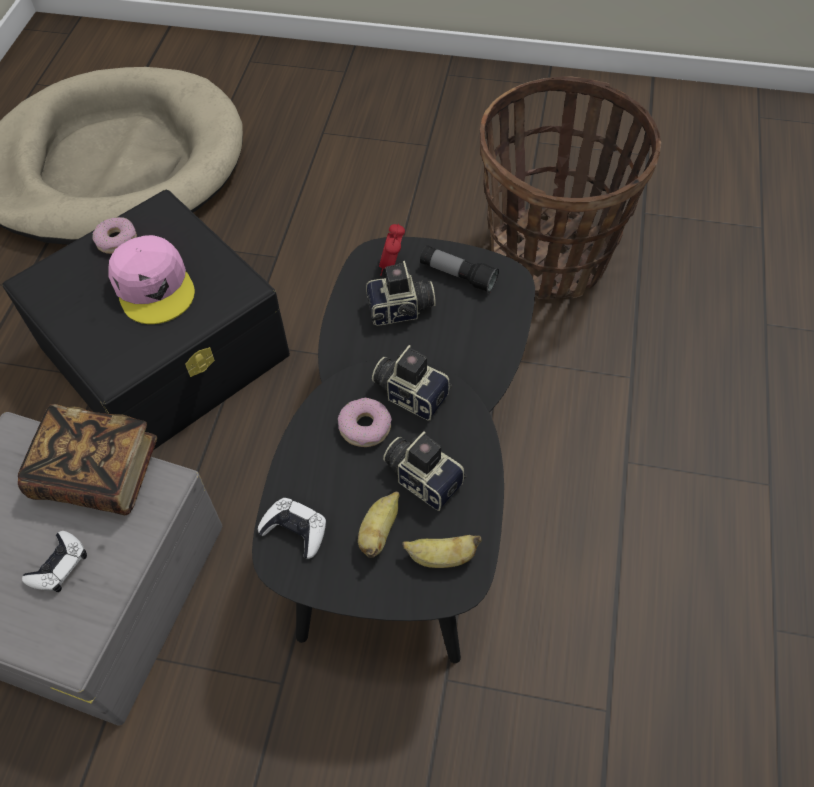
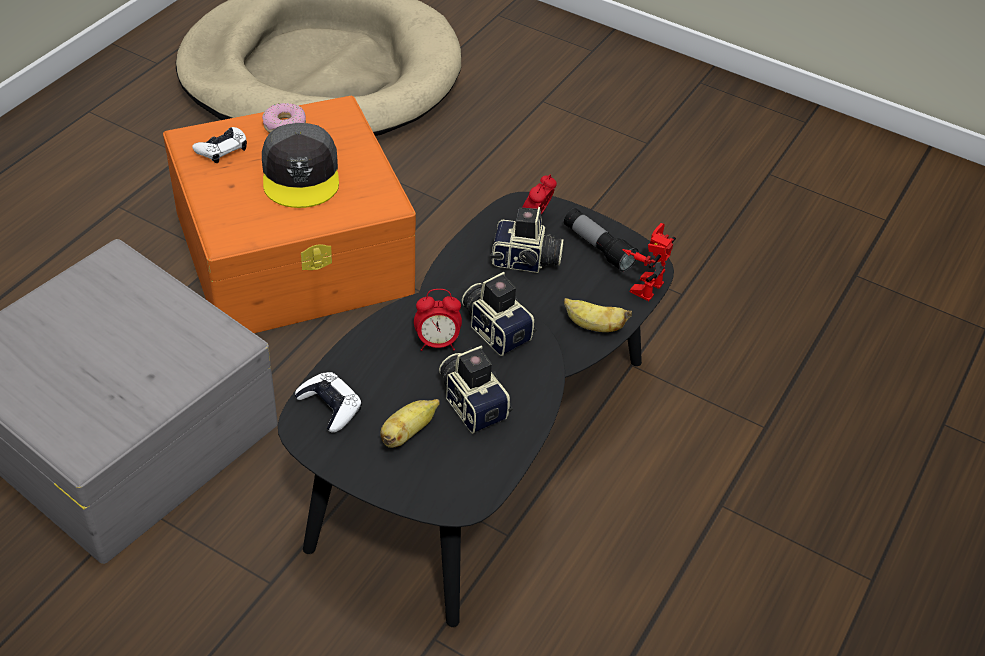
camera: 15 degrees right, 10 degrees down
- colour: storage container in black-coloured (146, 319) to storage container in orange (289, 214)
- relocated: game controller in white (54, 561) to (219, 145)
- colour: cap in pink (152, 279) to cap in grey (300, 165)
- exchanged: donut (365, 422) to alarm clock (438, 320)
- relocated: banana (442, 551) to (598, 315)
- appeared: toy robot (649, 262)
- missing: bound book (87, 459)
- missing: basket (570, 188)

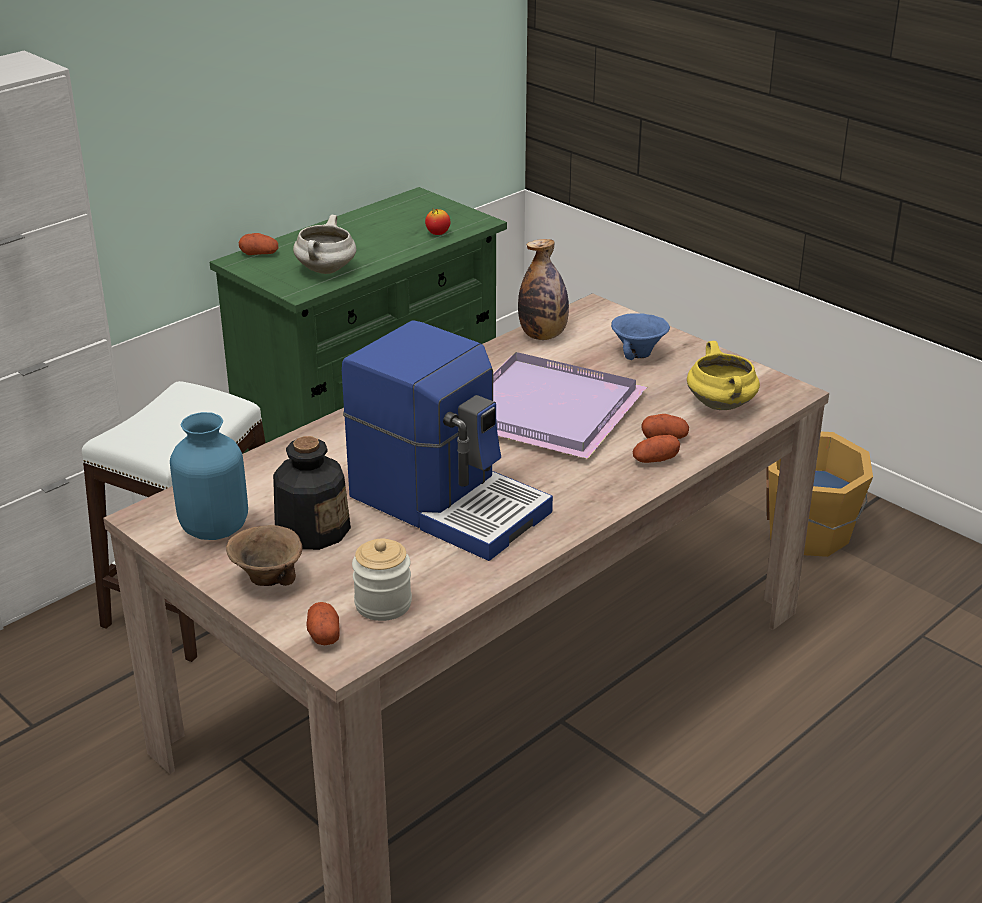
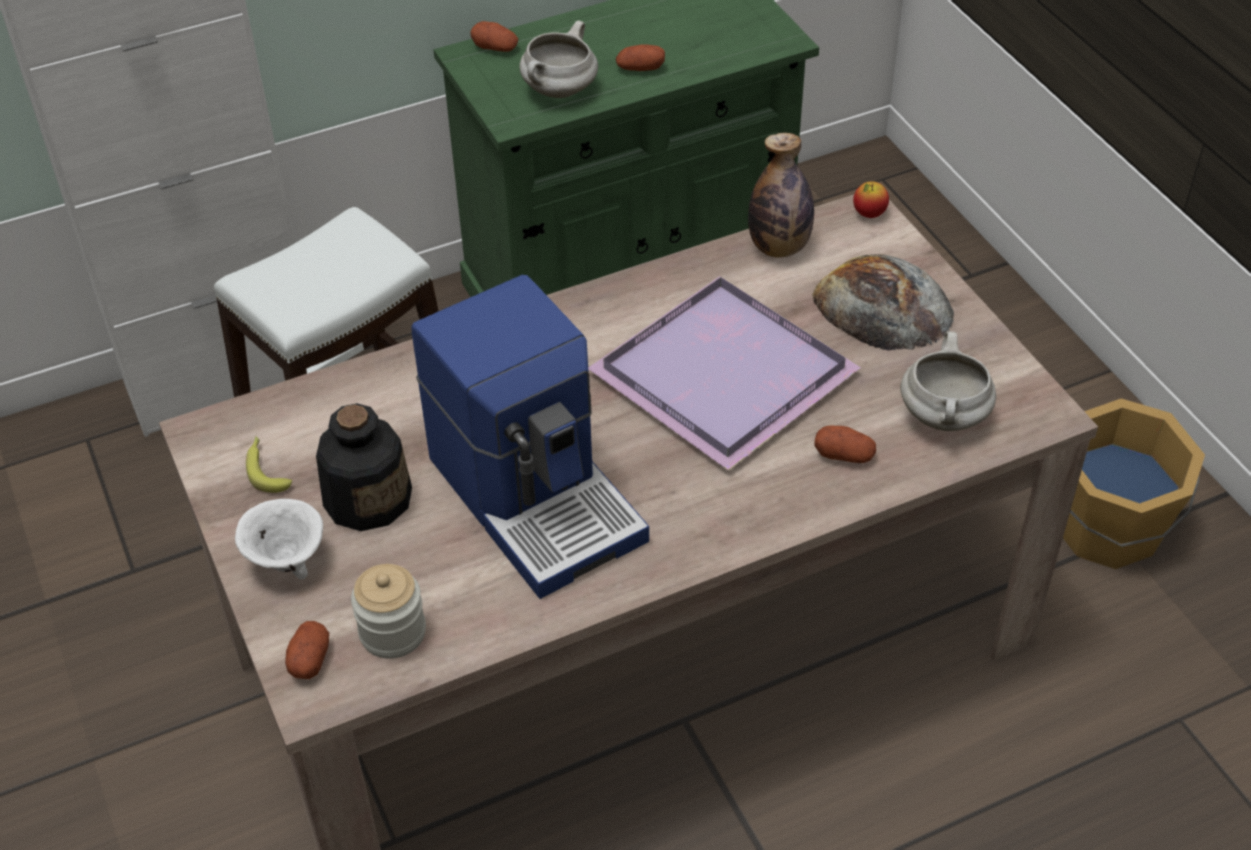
camera: 20 degrees right, 15 degrees up
- colour: serving bowl in brown-coloured (264, 555) to serving bowl in white (279, 539)
- exchanged: flower vase in bluish (209, 476) to banana (269, 464)
- relocated: potato (656, 449) to (640, 57)
- exchanged: serving bowl in bluish (640, 336) to baked bread (883, 302)
- relocated: apple (437, 221) to (871, 199)
- colour: saucepot in yellow-coloured (723, 375) to saucepot in white (948, 381)

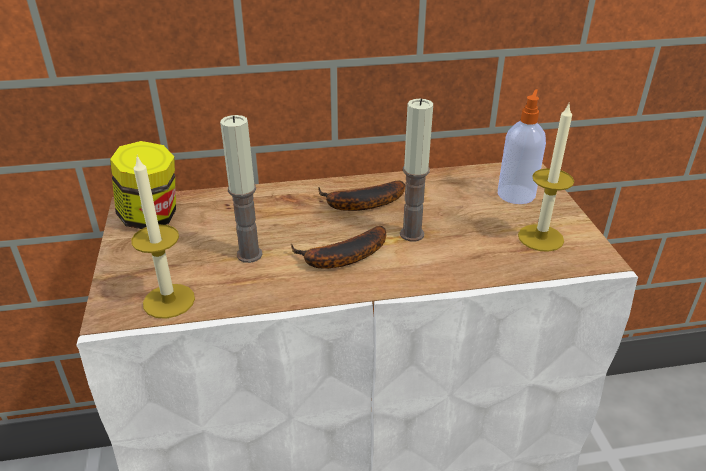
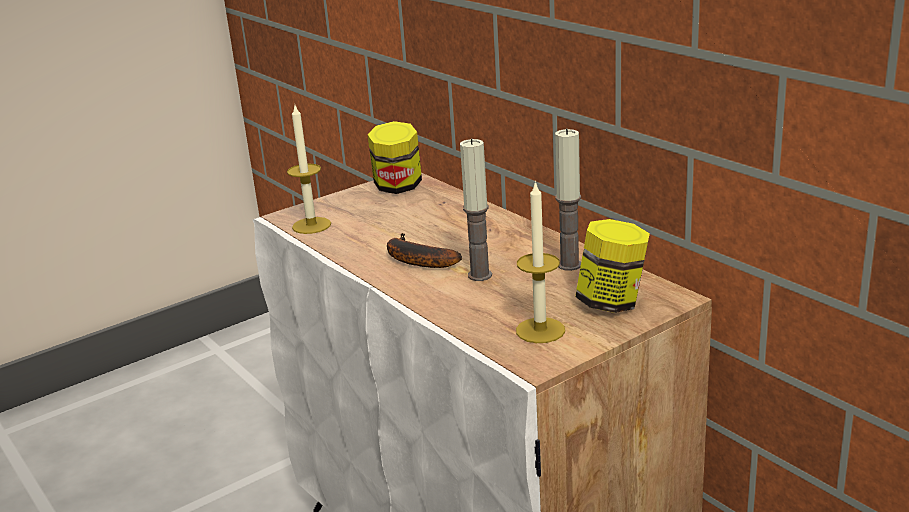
camera: 65 degrees right, 10 degrees down
- relocated: wax light (241, 189) to (568, 199)
- exchanged: liquid soap bottle (522, 146) to jar (612, 266)
- missing: banana (361, 196)

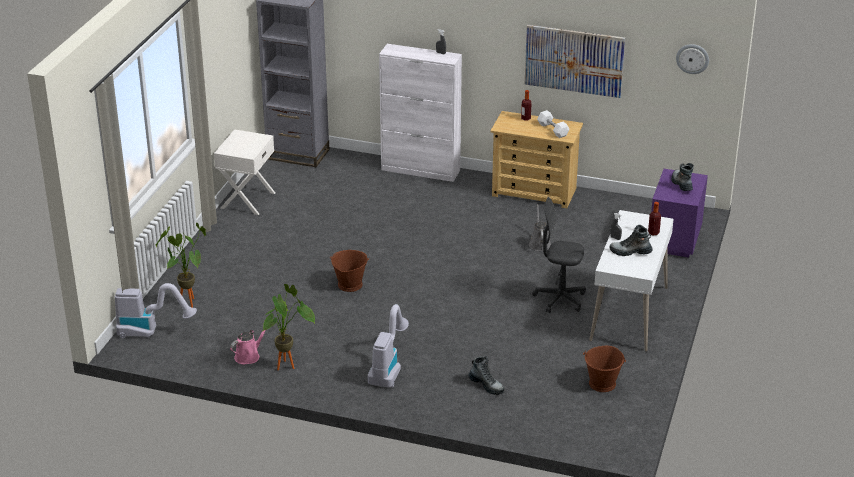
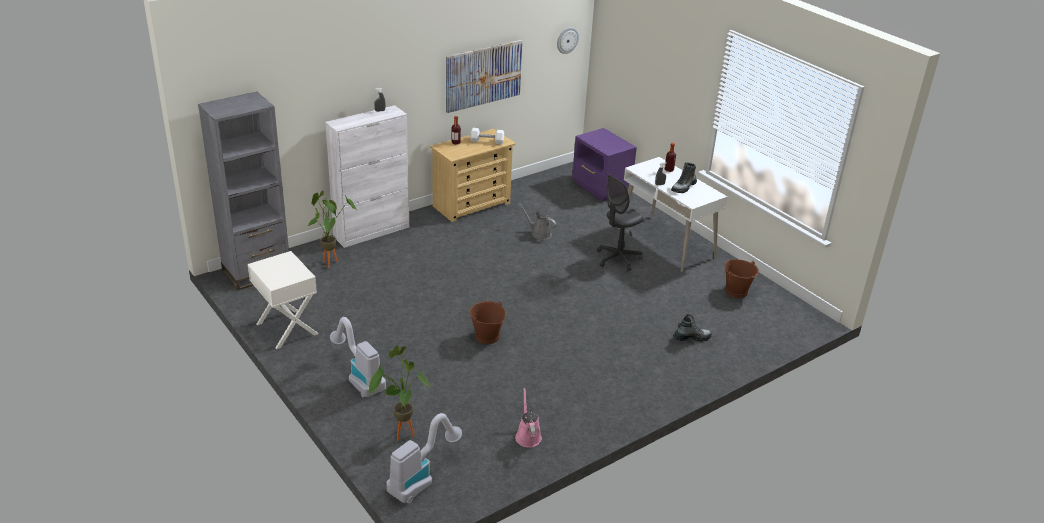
camera: 55 degrees left, 0 degrees up
- relocated: houseplant (289, 327) to (332, 229)
- relocated: vacuum (388, 346) to (358, 357)
- missing: boot (682, 177)

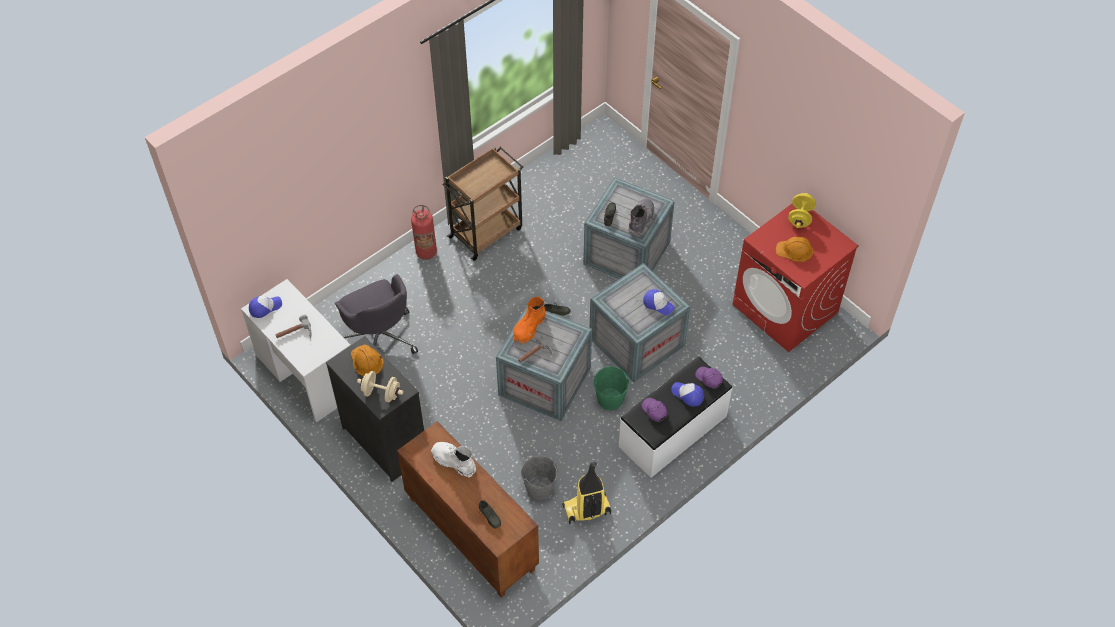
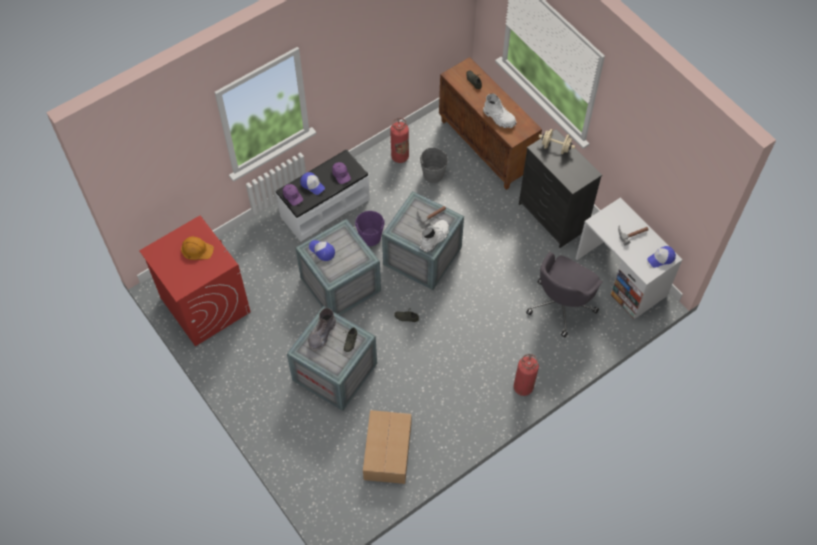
camera: 175 degrees left, 5 degrees up
- colour: water bucket in greenish (611, 388) to water bucket in purple-coloured (370, 228)
- appeared: cardboard box (387, 447)
- exchanged: vacuum (586, 493) to extinguisher (399, 140)
- colour: boot in orange (529, 321) to boot in white (434, 236)
- spun: desk chair in grey (376, 314) = (564, 294) 120 degrees counterclockwise
- missing: hard hat in orange (367, 360)
- missing: wheeled cart in brown-coloured (482, 204)
- missing: dumbbell in yellow-coloured (802, 210)

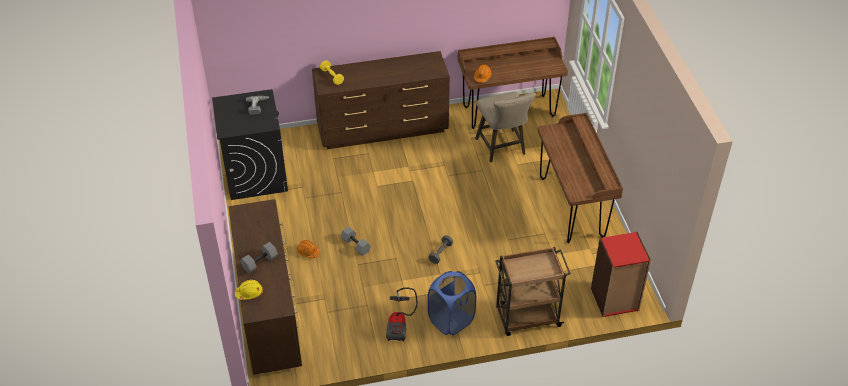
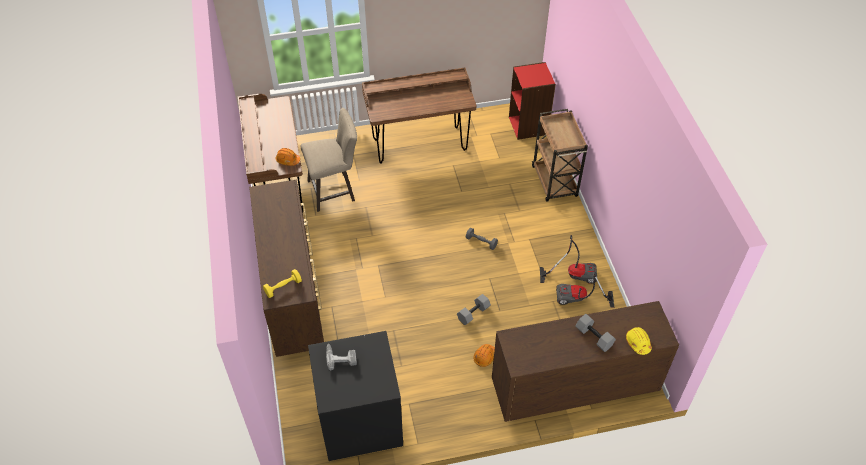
camera: 90 degrees left, 5 degrees up
- appeared: vacuum (585, 291)
- missing: washing basket in bluish (452, 303)

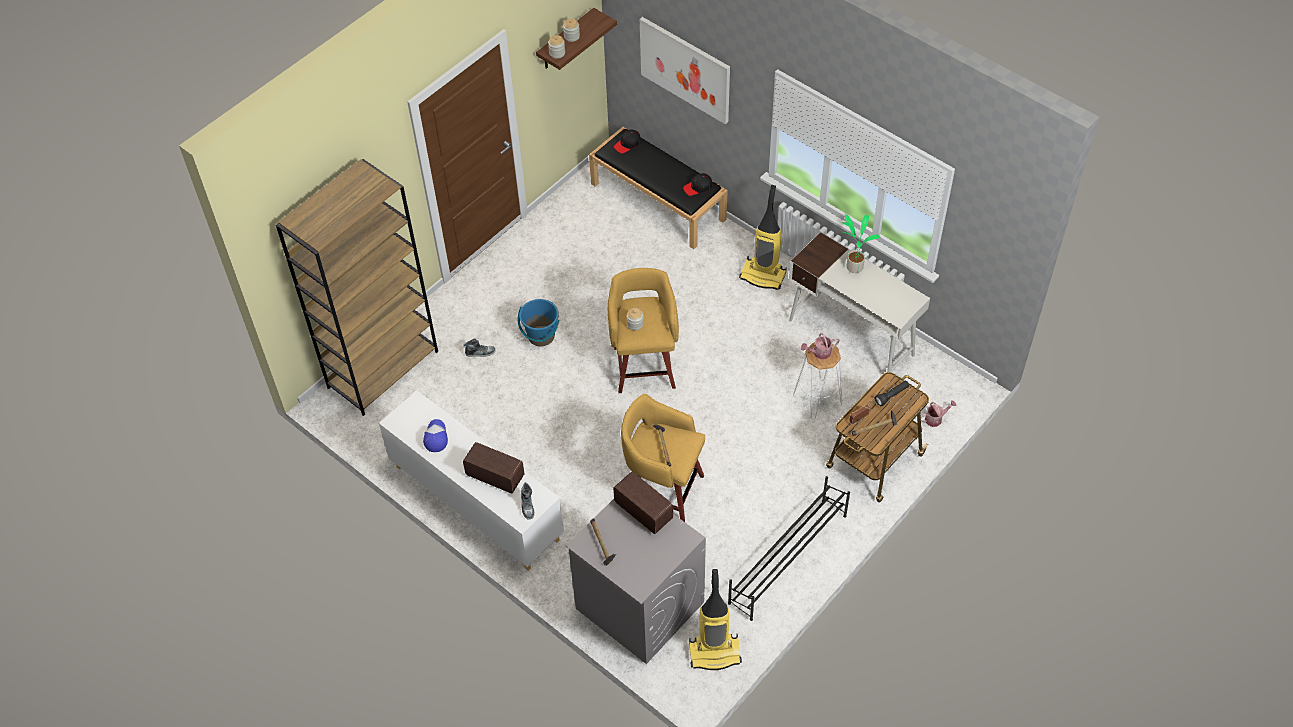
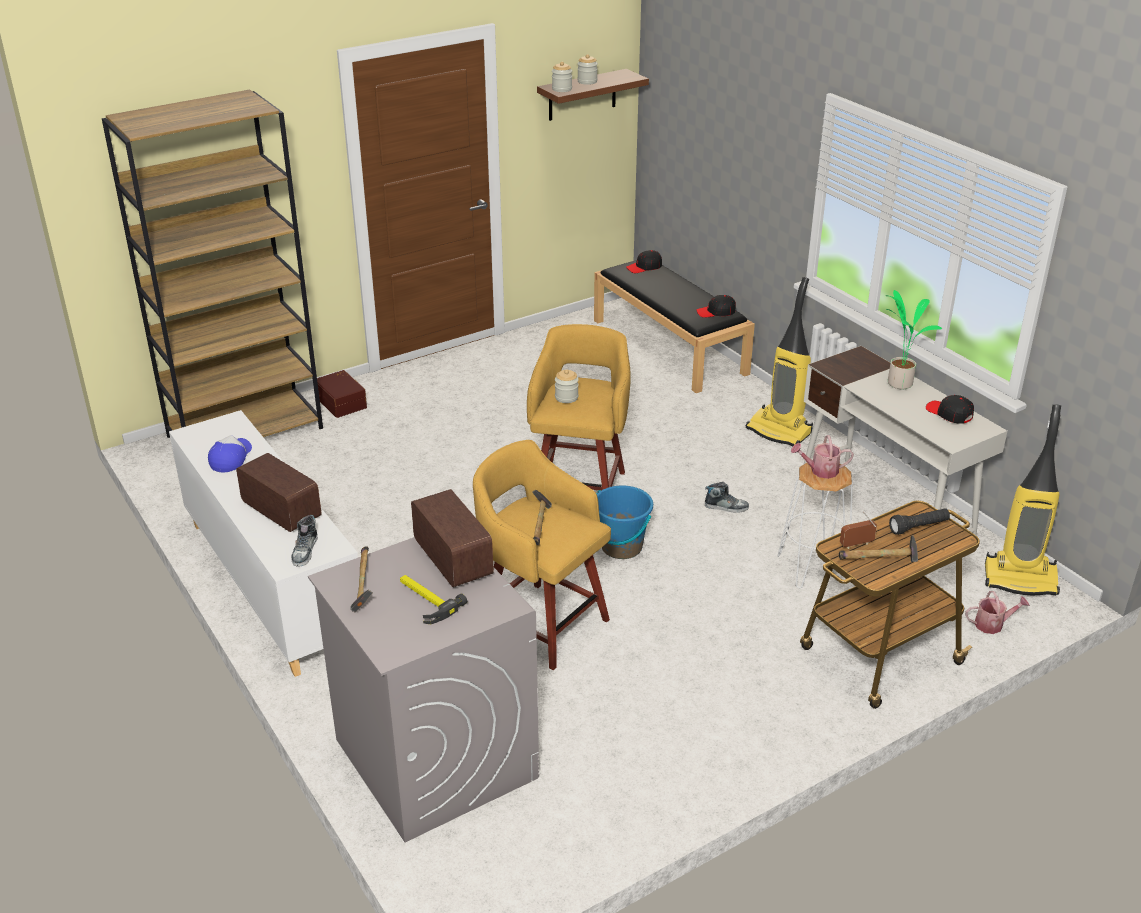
camera: 15 degrees right, 20 degrees down
- appeared: storage container in brown-coloured (342, 394)
- appeared: hand hammer (433, 599)
- relocated: water bucket in bluish (538, 322) to (625, 522)
- relocated: item of footwear (480, 347) to (727, 497)
- appeared: cap in black-coloured (950, 409)
- relocated: vacuum (715, 619) to (1023, 500)
- missing: wall art (685, 70)
- missing: shoe rack in black-coloured (789, 548)

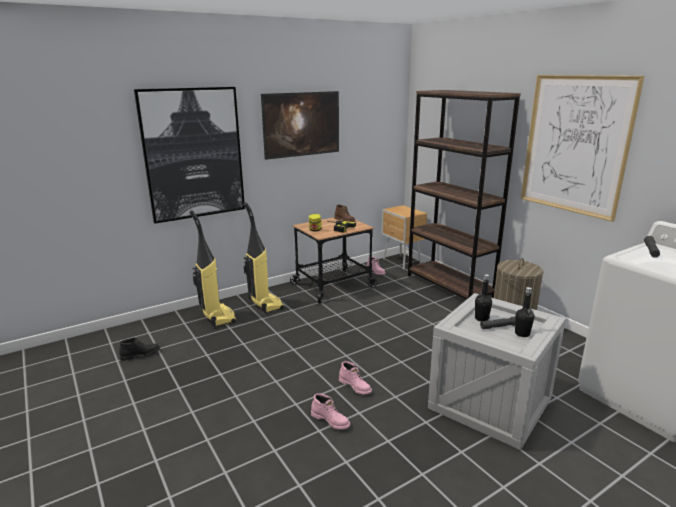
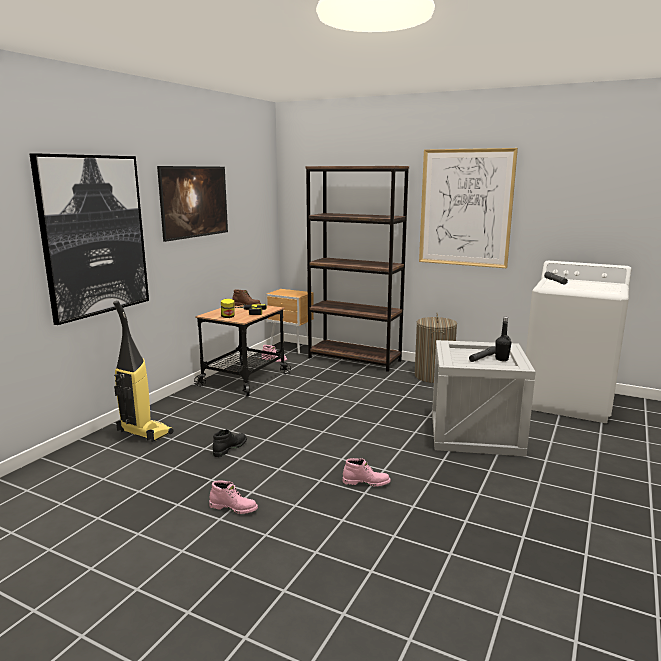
camera: 30 degrees left, 5 degrees down
- relocated: boot in pink (355, 377) to (233, 497)
- relocated: boot in black-coloured (139, 349) to (230, 443)
- missing: vacuum (264, 257)
- missing: drink bottle in black-coloured (483, 298)

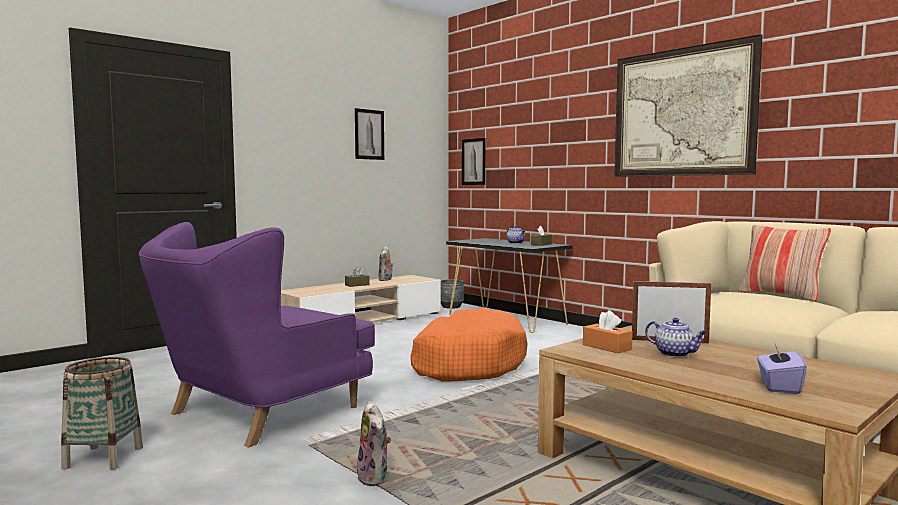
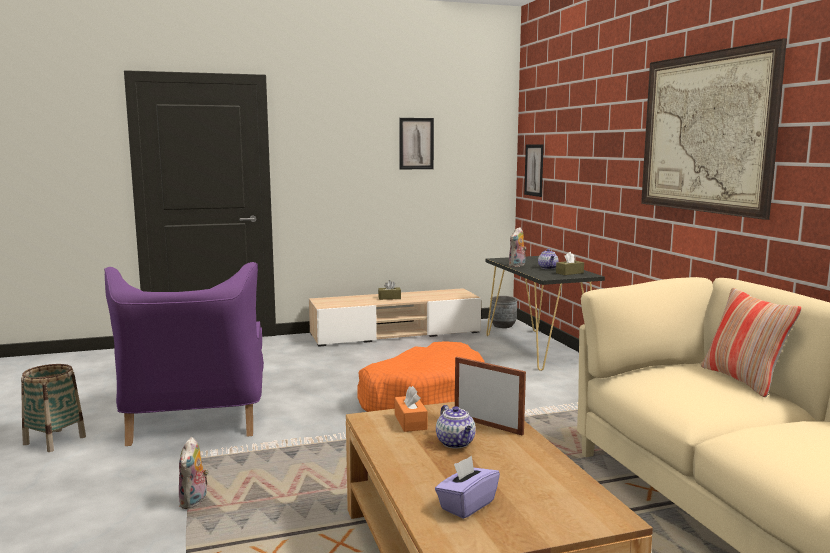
camera: 25 degrees right, 5 degrees up
- spun: armchair in purple-coloured (257, 335) = (184, 354) 75 degrees counterclockwise
- relocated: soft toy (386, 263) to (517, 247)

